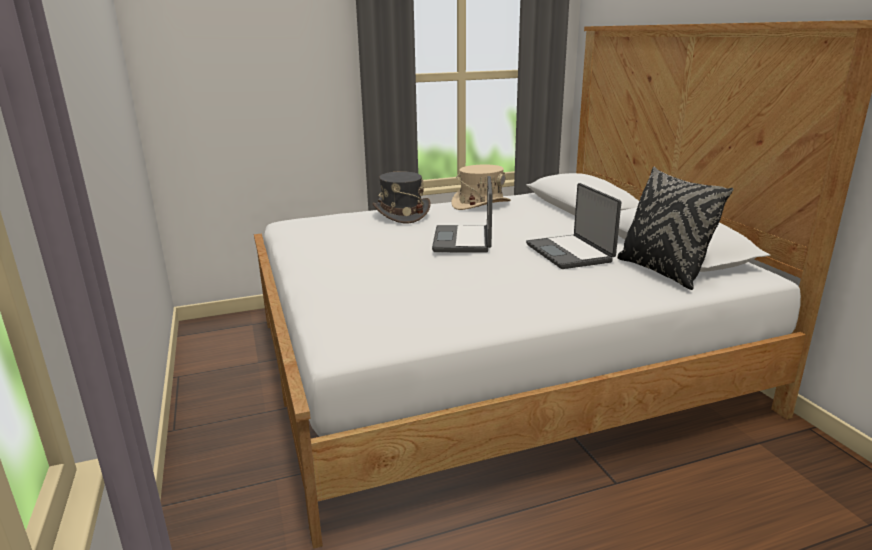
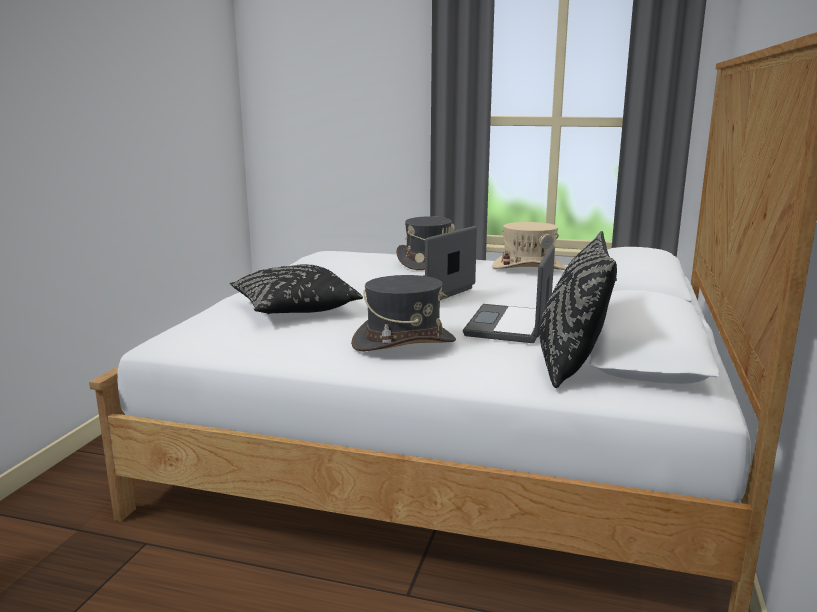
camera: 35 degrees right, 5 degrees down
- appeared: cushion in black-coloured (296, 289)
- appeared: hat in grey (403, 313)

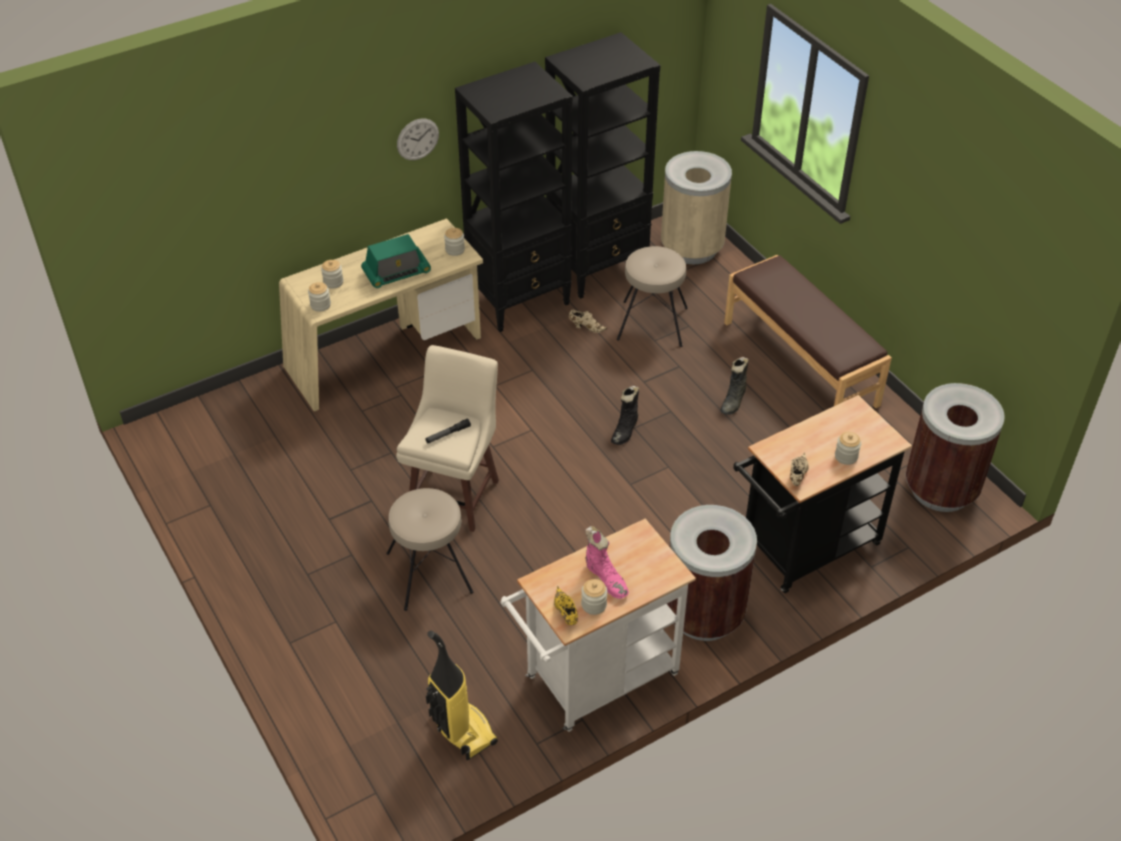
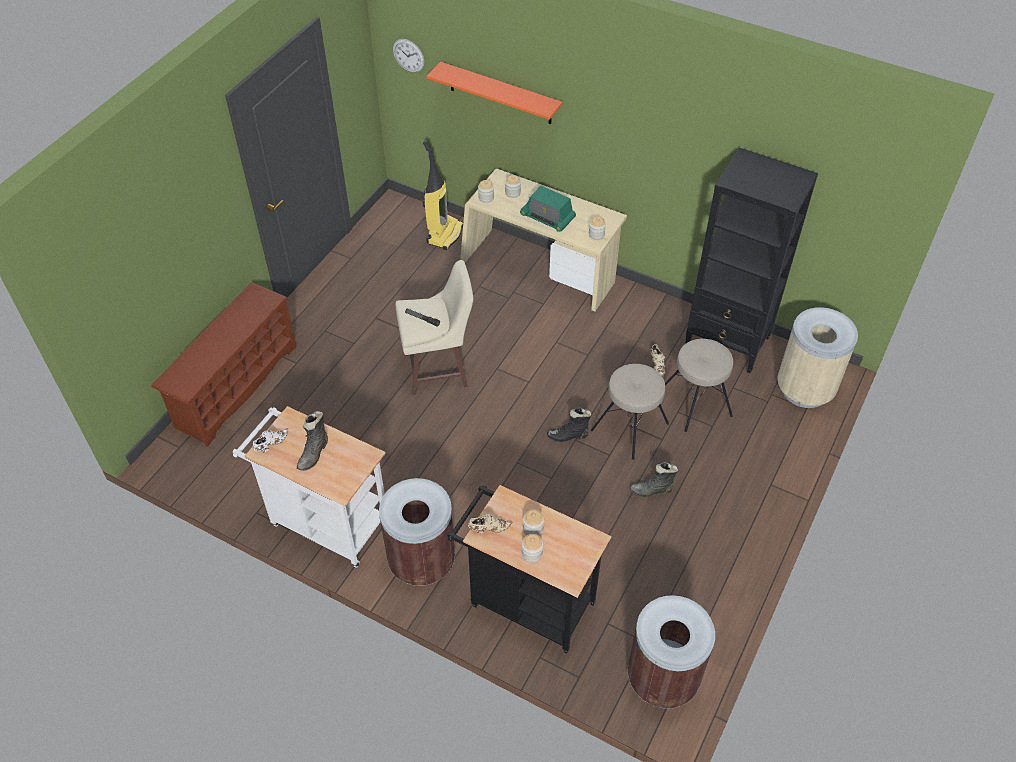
camera: 60 degrees right, 5 degrees up
- appeared: shoe rack in brown-coloured (224, 364)
- colour: item of footwear in yellow-coloured (566, 605) to item of footwear in white (270, 440)
- colour: boot in pink (607, 562) to boot in black-coloured (312, 441)
- relocated: clock on the wall (418, 139) to (408, 56)
- relocated: vacuum (462, 695) to (442, 195)
- appeared: bracket shelf in orange (494, 93)
- relocated: jar (594, 597) to (533, 522)
- relocated: stool seat in sand-coloured (429, 549) to (630, 412)
- missing: bookshelf in black-coloured (514, 197)
- missing: indoor bench in brown-coloured (808, 331)

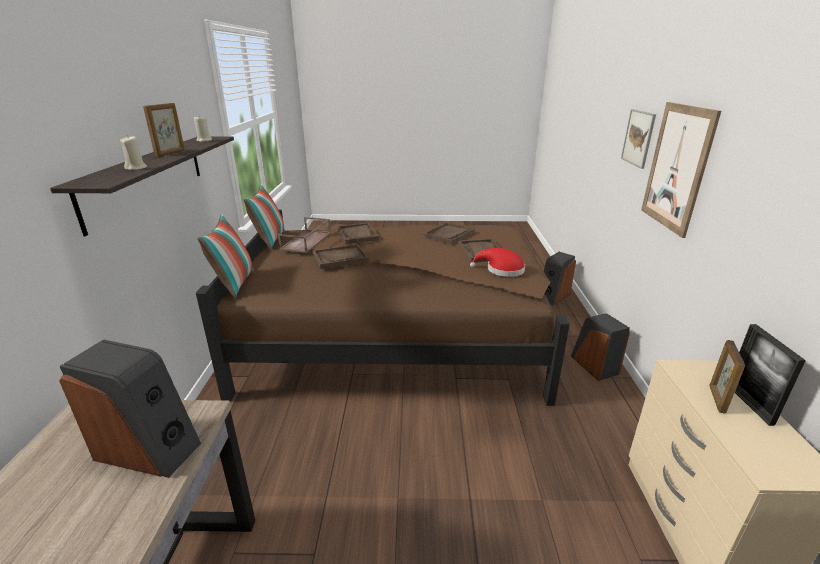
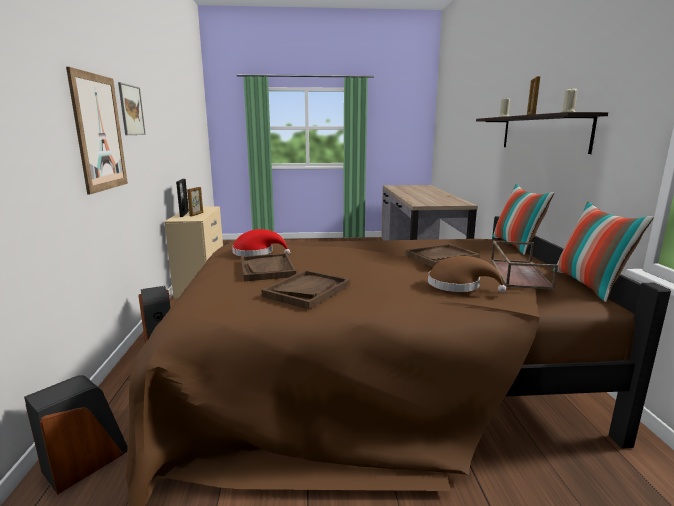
camera: 175 degrees right, 10 degrees down
- relocated: wall art (638, 139) to (132, 108)
- exchanged: serving tray in brown-coloured (358, 233) to hat in brown-coloured (467, 274)
- missing: audio speaker (130, 408)

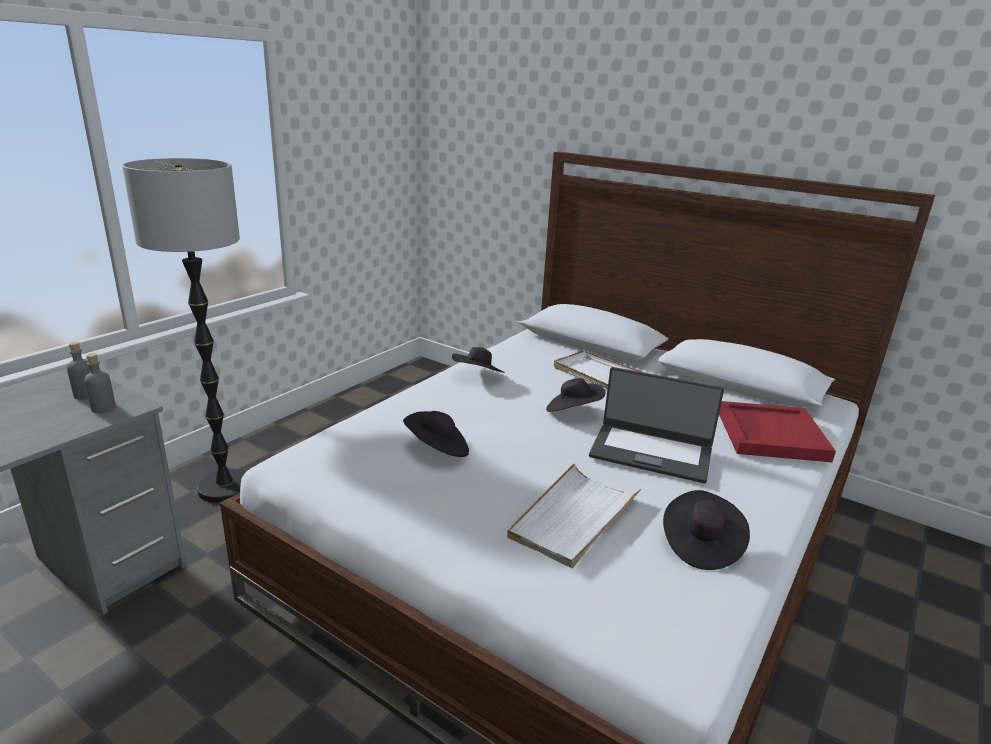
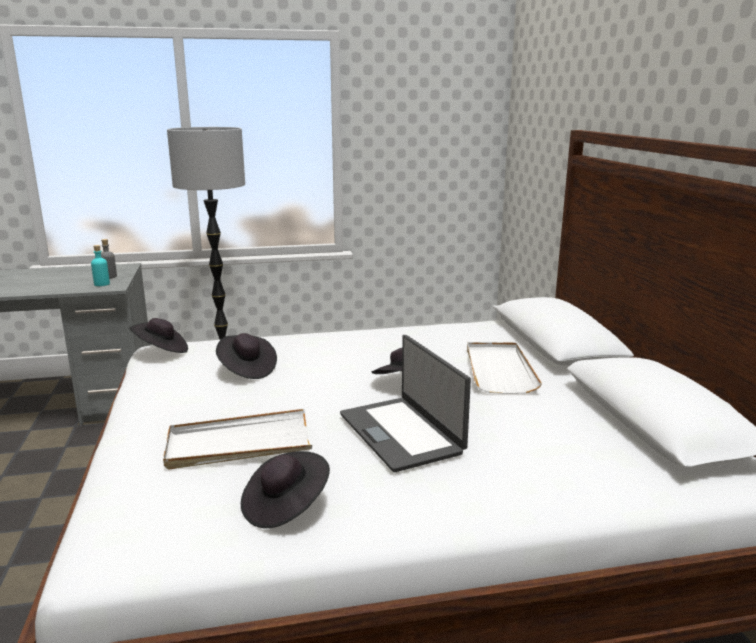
camera: 45 degrees right, 5 degrees down
- colour: drink bottle in grey (100, 383) to drink bottle in turquoise (100, 265)
- relocated: hat in black-coloured (478, 360) to (158, 335)
- missing: serving tray in red-coloured (777, 431)

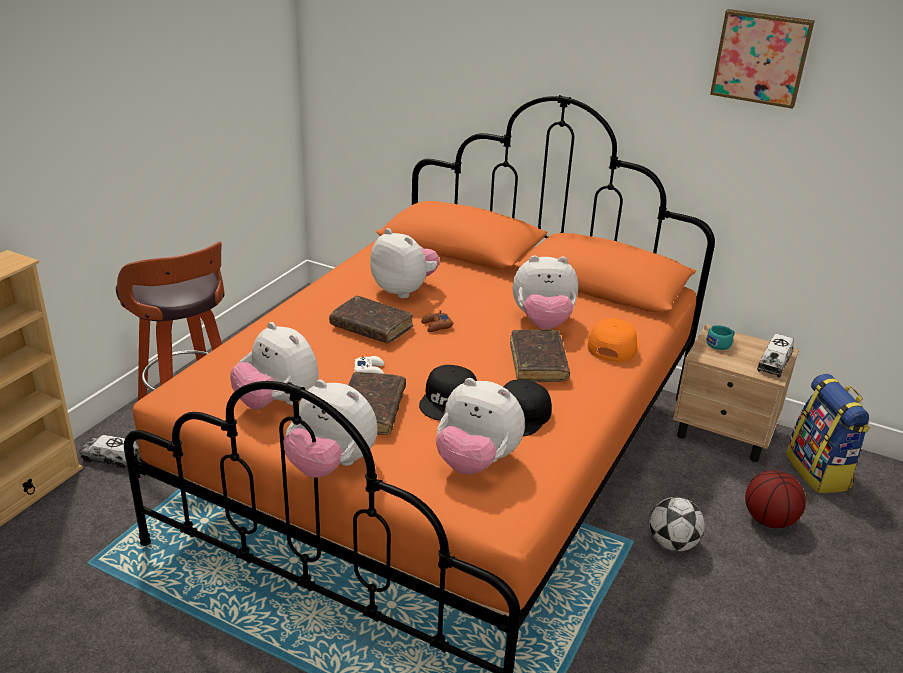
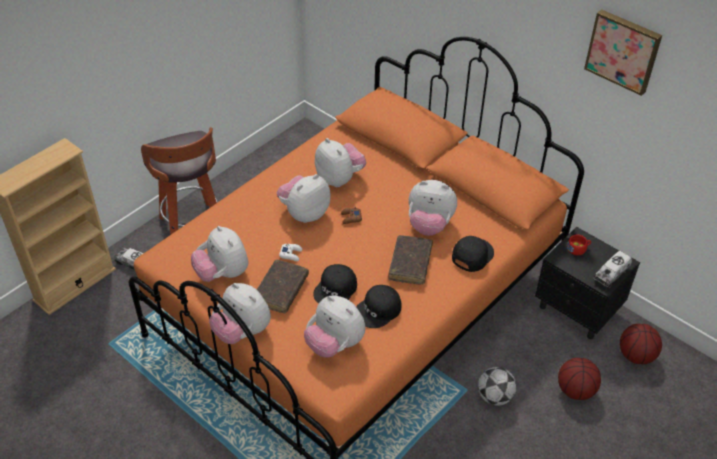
camera: 15 degrees right, 15 degrees up
- exchanged: bound book in brown-coloured (371, 319) to soft toy (304, 198)
- colour: cap in orange (614, 340) to cap in black-coloured (473, 254)
- colour: bedside table in sand-coloured (736, 393) to bedside table in black-coloured (587, 283)
- colour: small cup in turquoise (720, 337) to small cup in red-coloured (579, 244)
- exchanged: backpack (828, 433) to basketball (641, 344)

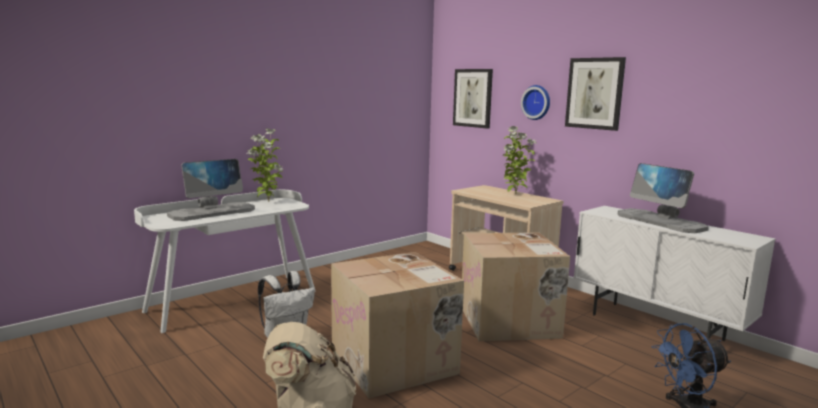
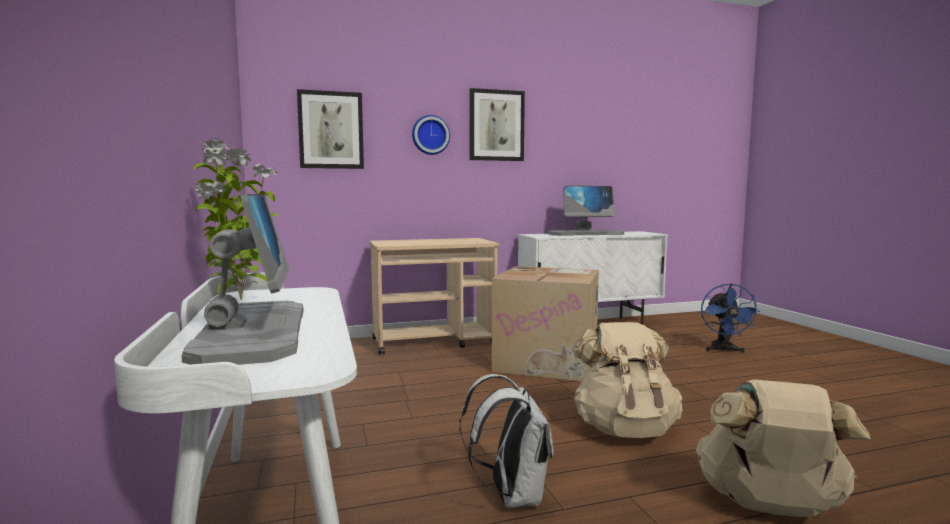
camera: 65 degrees left, 5 degrees down
- exchanged: cardboard box (397, 325) to backpack in sand-coloured (627, 380)
- missing: houseplant (520, 160)

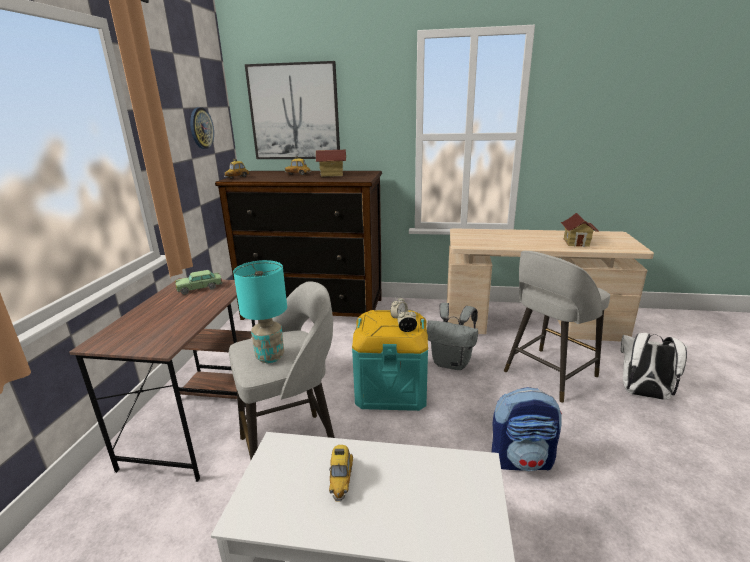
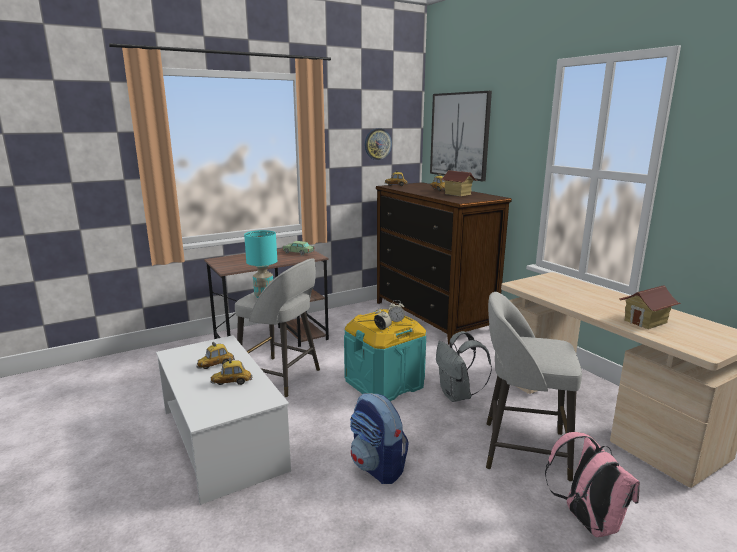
camera: 50 degrees right, 5 degrees down
- appeared: toy car (232, 371)
- colour: backpack in white (654, 366) to backpack in pink (592, 484)

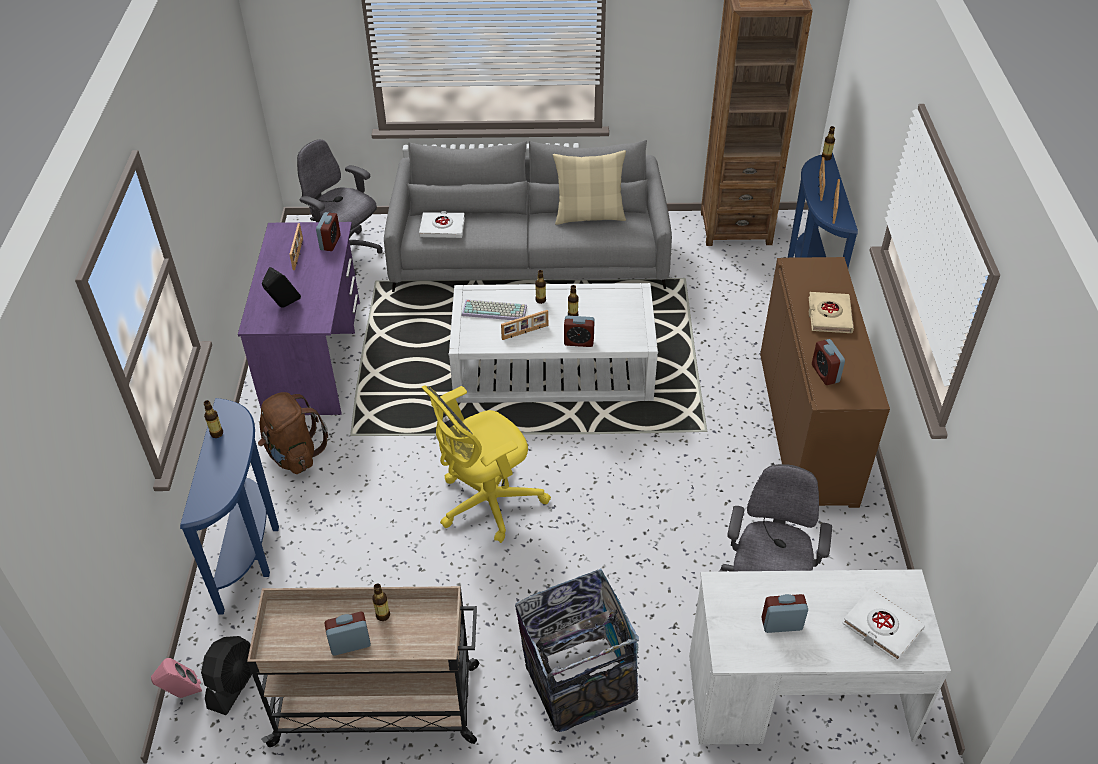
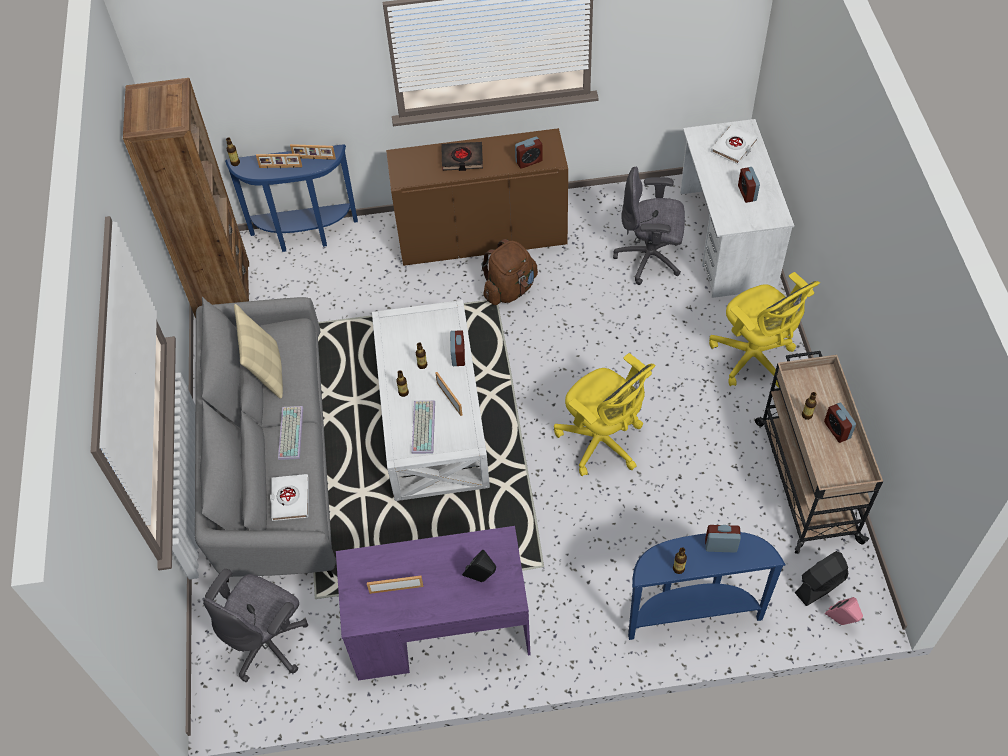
camera: 95 degrees left, 10 degrees up
- appeared: computer keyboard (290, 433)
- colour: bound book in sand-coloured (831, 312) to bound book in black-coloured (462, 156)
- relocated: backpack in brown-coloured (293, 433) to (509, 272)
- relocated: alarm clock (328, 231) to (723, 539)
- exchanged: trash can (577, 650) to desk chair in yellow-coloured (764, 329)
- spun: electric fan in black-coloured (226, 675) = (821, 578) 45 degrees counterclockwise

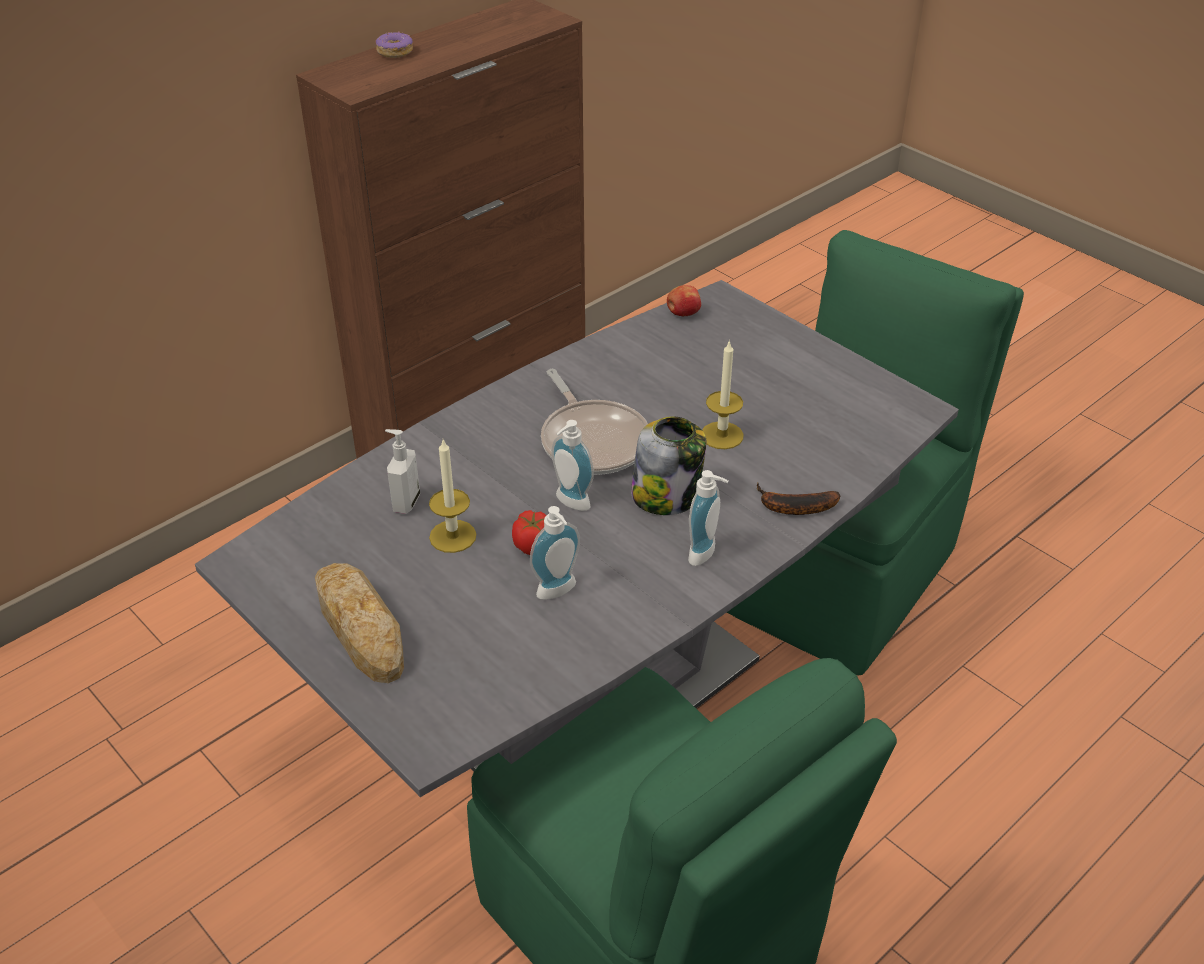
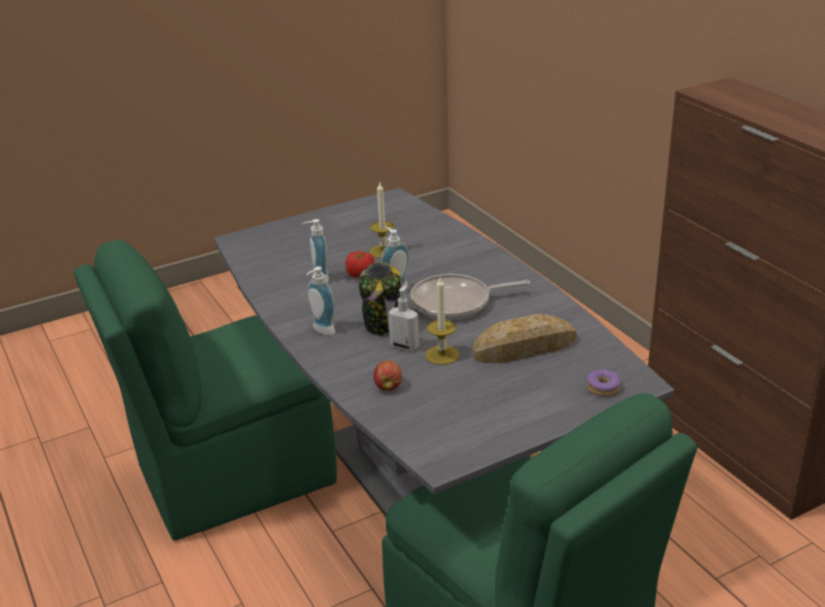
camera: 105 degrees right, 10 degrees down
- relocated: apple (684, 301) to (388, 375)
- relocated: liquid soap bottle (402, 471) to (403, 318)
- relocated: baked bread (359, 623) to (525, 338)
- relocated: donut (394, 45) to (604, 382)
- missing: banana (798, 498)

